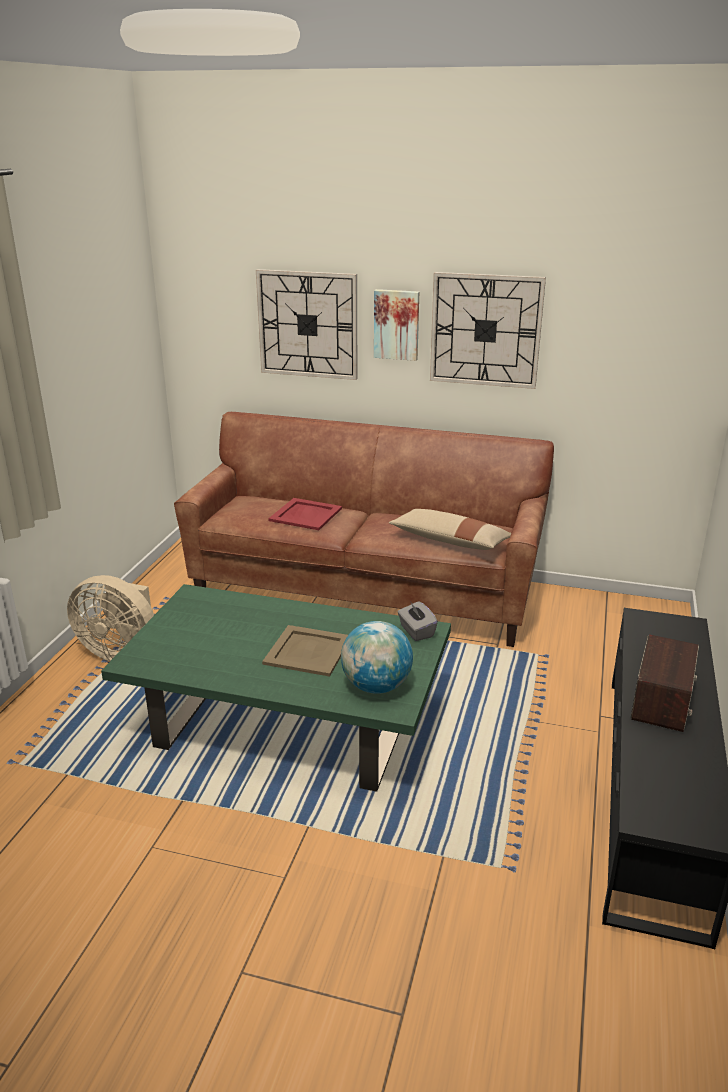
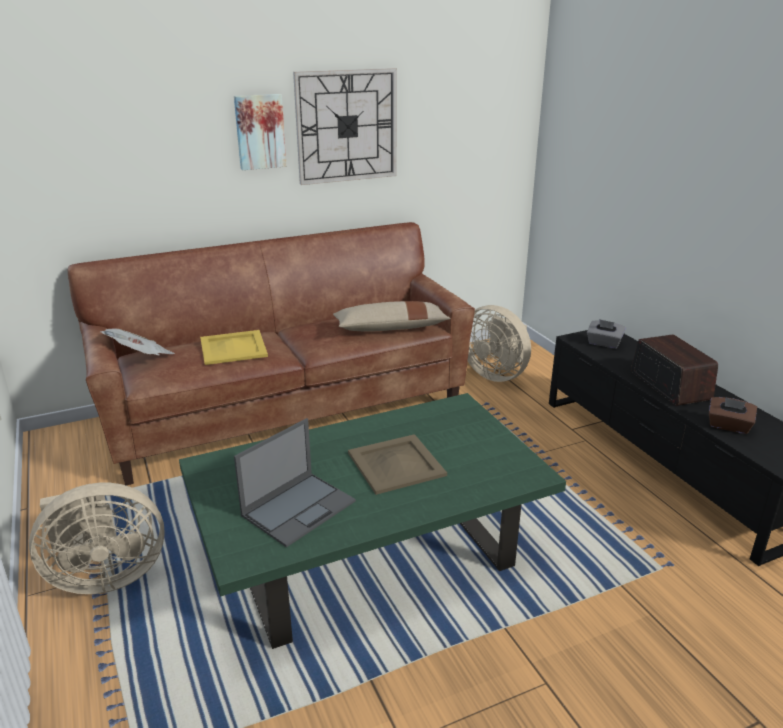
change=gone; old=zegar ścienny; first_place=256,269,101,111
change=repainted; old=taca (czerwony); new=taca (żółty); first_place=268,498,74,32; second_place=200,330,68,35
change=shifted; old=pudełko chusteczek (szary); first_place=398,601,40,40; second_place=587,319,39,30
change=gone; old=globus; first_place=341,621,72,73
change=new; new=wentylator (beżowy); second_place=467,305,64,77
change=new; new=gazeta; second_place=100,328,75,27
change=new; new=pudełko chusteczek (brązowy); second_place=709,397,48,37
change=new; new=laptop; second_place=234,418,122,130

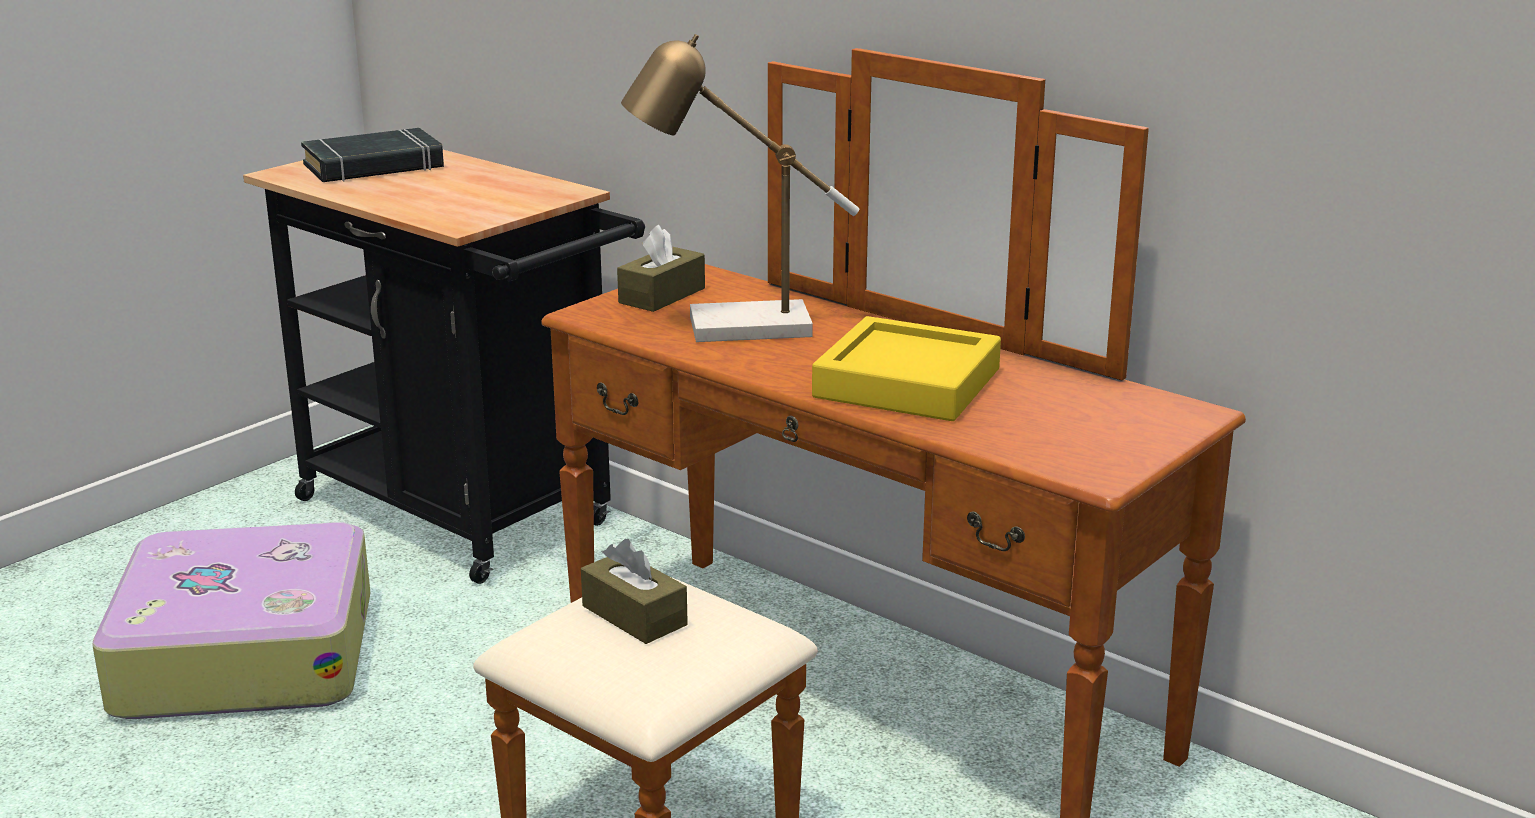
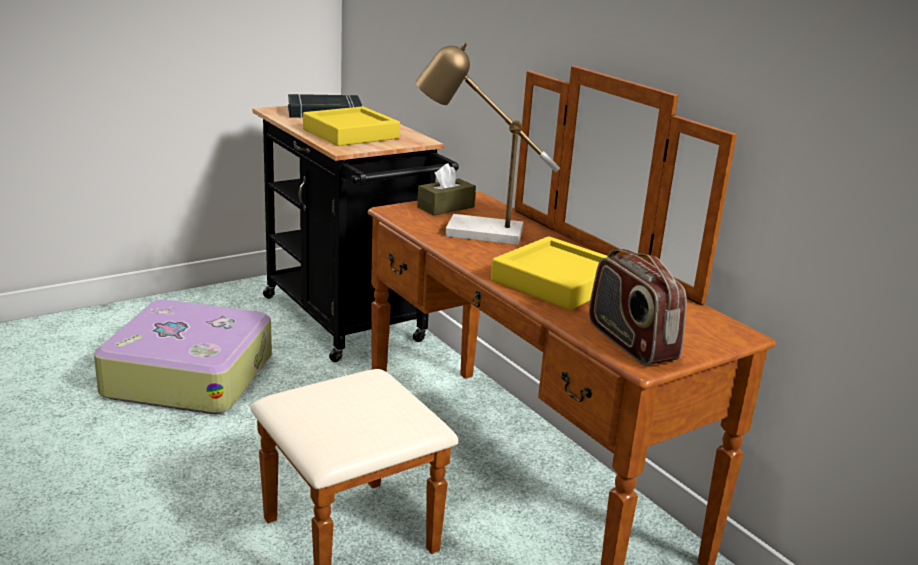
change=gone; old=pudełko chusteczek (brązowy); first_place=581,539,107,105
change=new; new=taca (żółty); second_place=303,106,97,40
change=new; new=radio; second_place=589,249,98,116

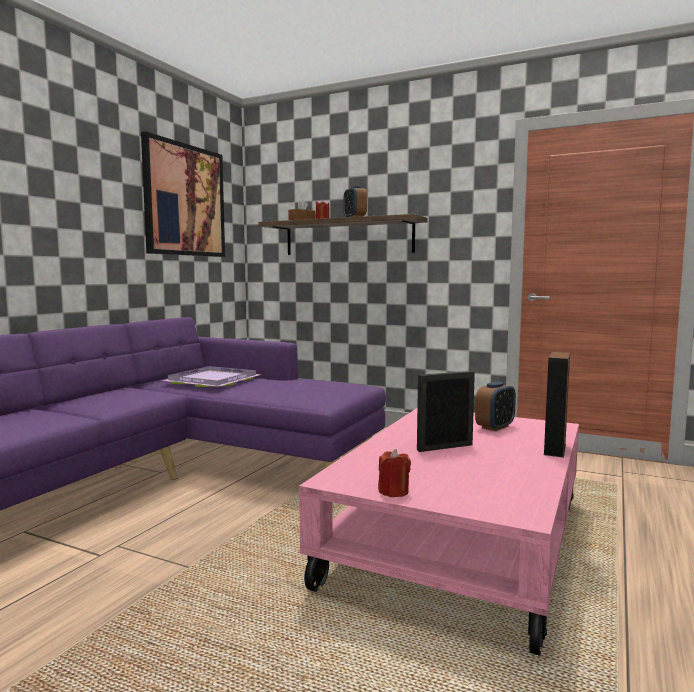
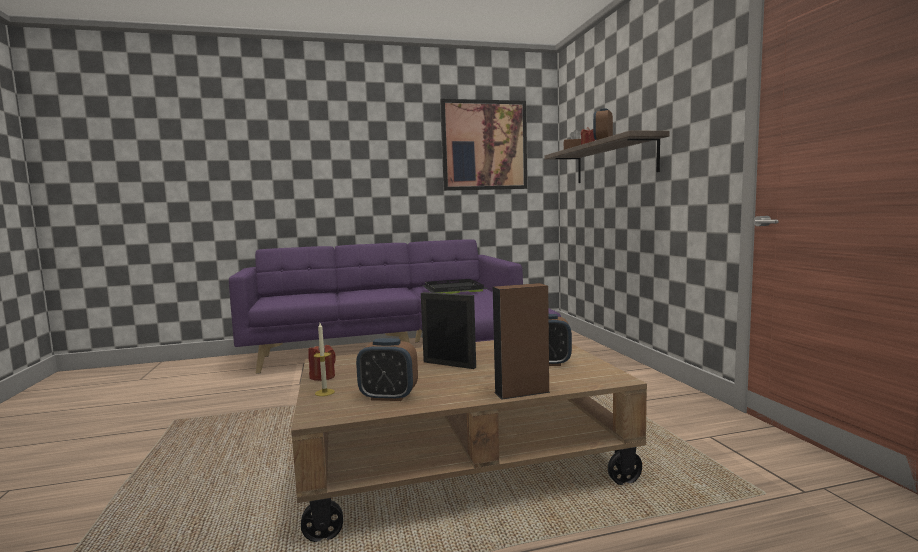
change=repainted; old=taca (fioletowy); new=taca (czarny); first_place=161,366,100,21; second_place=422,279,65,15
change=repainted; old=ława (różowy); new=ława (brązowy); first_place=299,408,280,248; second_place=291,340,356,202
change=new; new=świeca; second_place=314,323,21,73
change=new; new=budzik; second_place=356,338,62,63

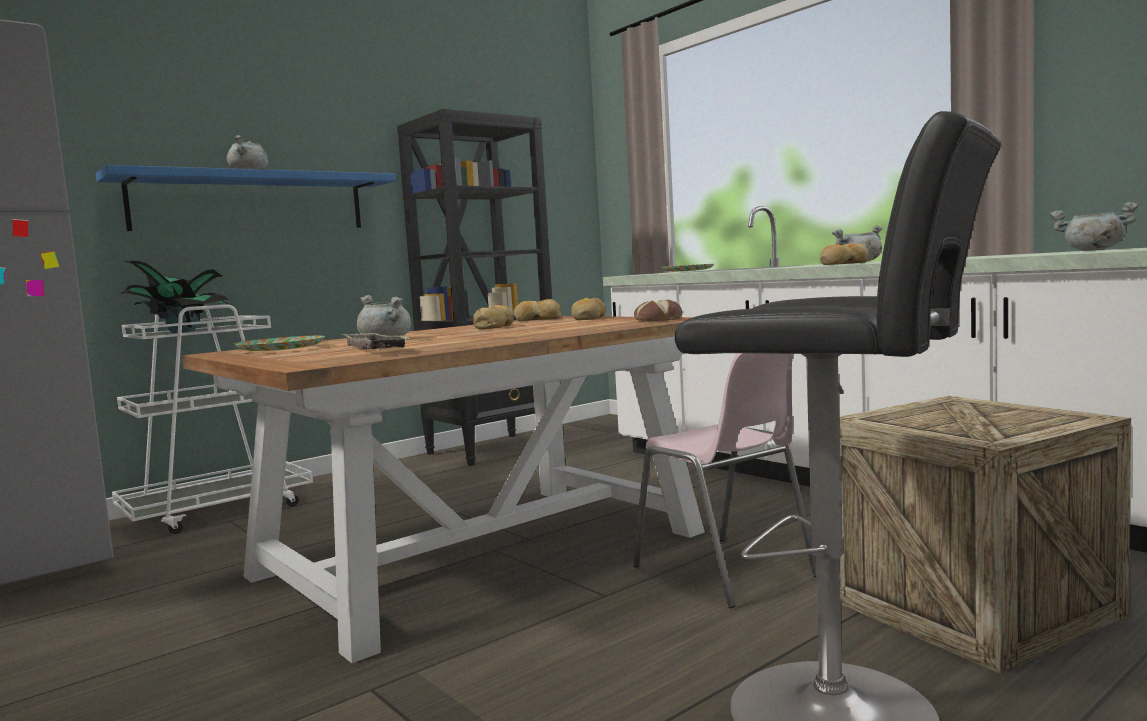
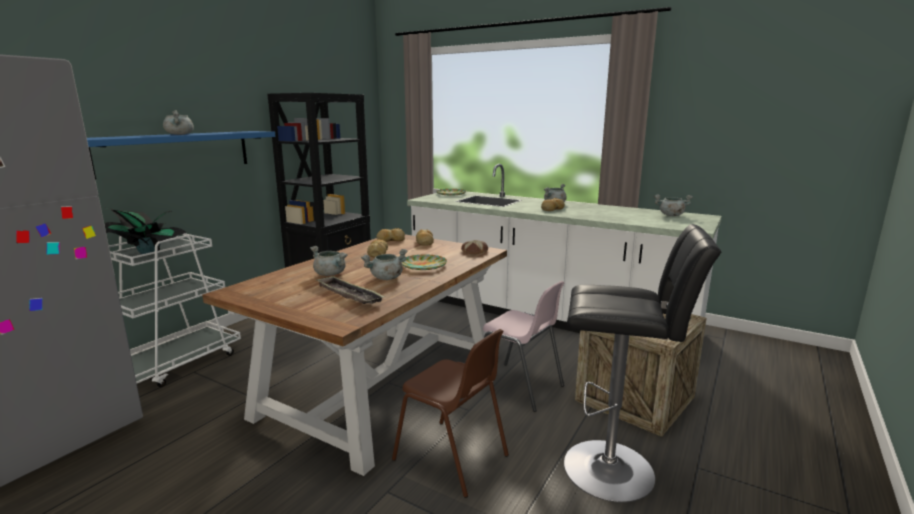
change=shifted; old=talerz; first_place=235,335,90,16; second_place=402,254,45,16
change=new; new=garnek (szary); second_place=361,249,46,31
change=new; new=krzesło (brązowy); second_place=392,329,117,169

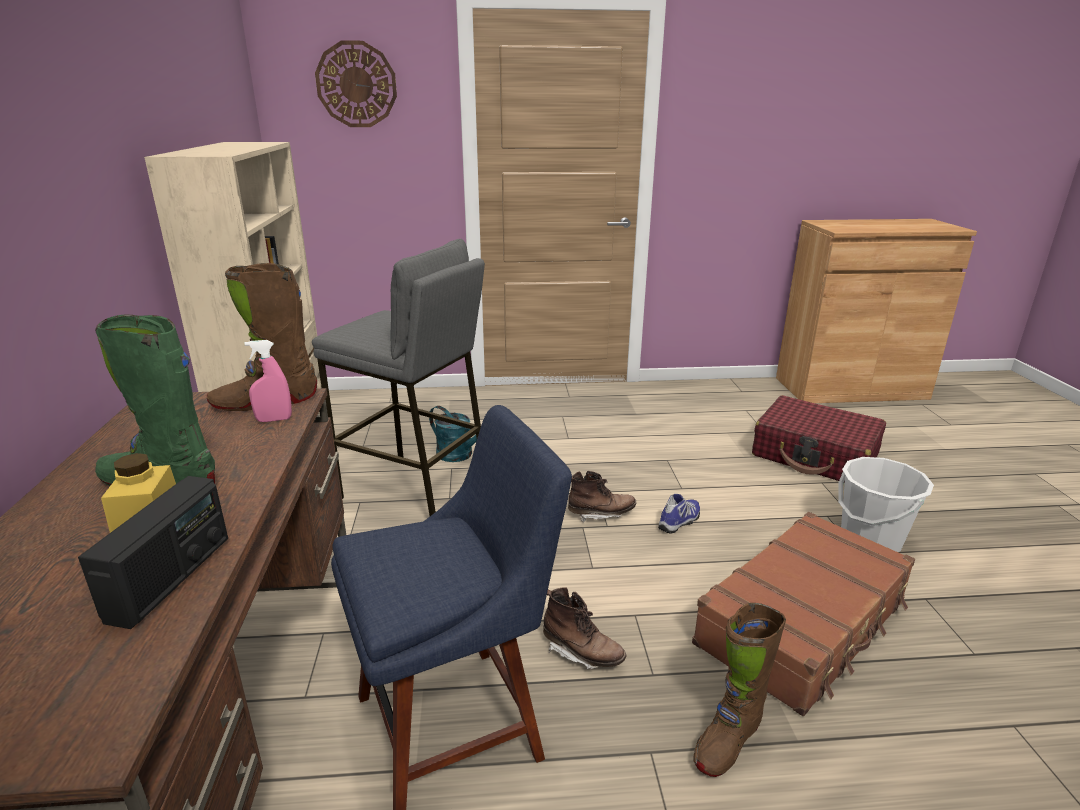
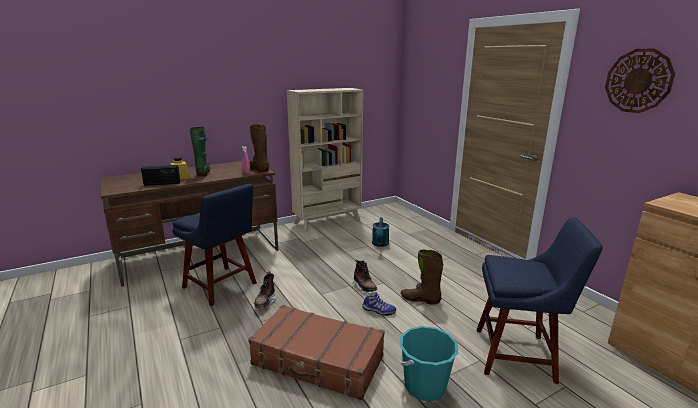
change=shifted; old=zegar ścienny; first_place=315,40,82,87; second_place=605,49,70,64
change=gone; old=stołek (szary); first_place=312,239,173,277
change=swapped; old=walizka (czerwony); new=krzesło (niebieski); first_place=752,395,134,88; second_place=477,217,126,167
change=repainted; old=wiadro (biały); new=wiadro (turkusowy); first_place=838,457,96,95; second_place=399,326,59,76
change=shifted; old=but z cholewką (brązowy); first_place=693,603,93,174; second_place=401,249,42,56

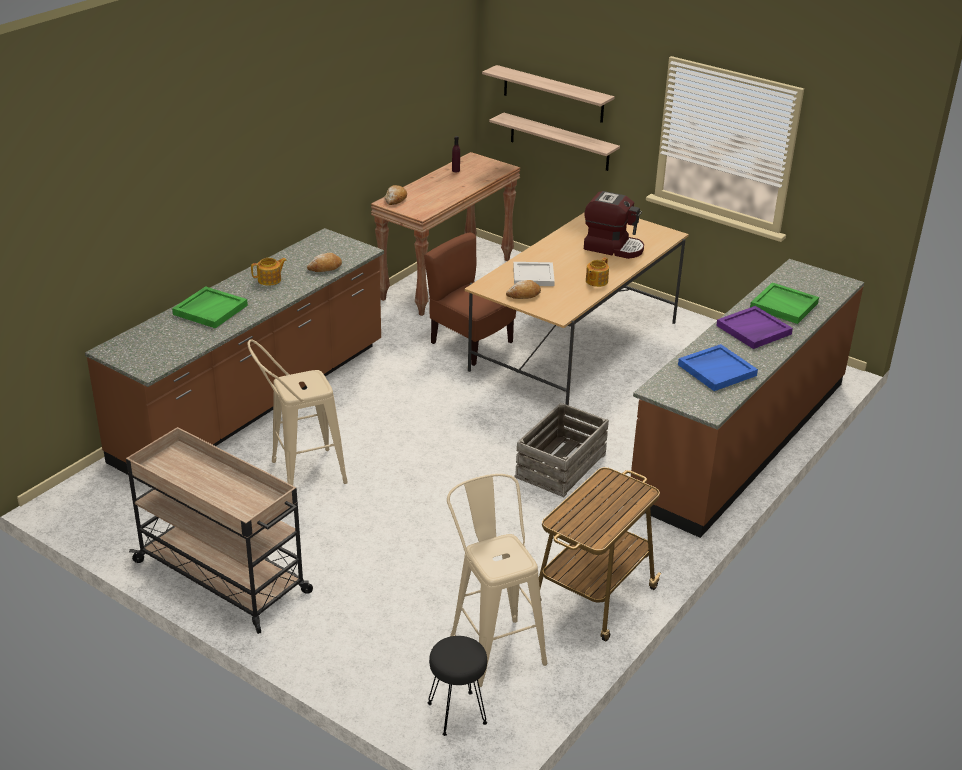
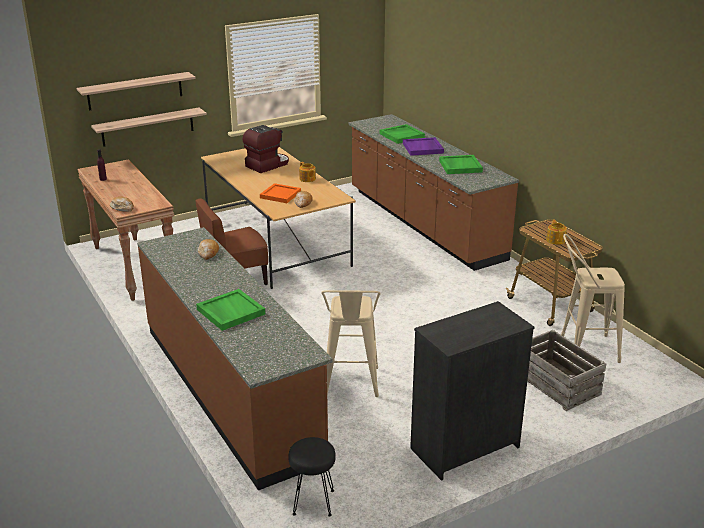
change=shifted; old=imbryk; first_place=251,258,36,28; second_place=546,220,21,25
change=repainted; old=taca (biały); new=taca (pomarańczowy); first_place=513,262,42,24; second_place=260,183,41,20
change=repainted; old=taca (niebieski); new=taca (zielony); first_place=678,344,80,47; second_place=439,155,44,19
change=shifted; old=skrzynka; first_place=514,403,95,94; second_place=527,330,79,81
change=swapped; old=wózek (beżowy); new=komoda (czarny); first_place=126,427,187,207; second_place=410,301,125,180
change=shifted; old=stołek (czarny); first_place=428,636,59,100; second_place=288,437,48,80

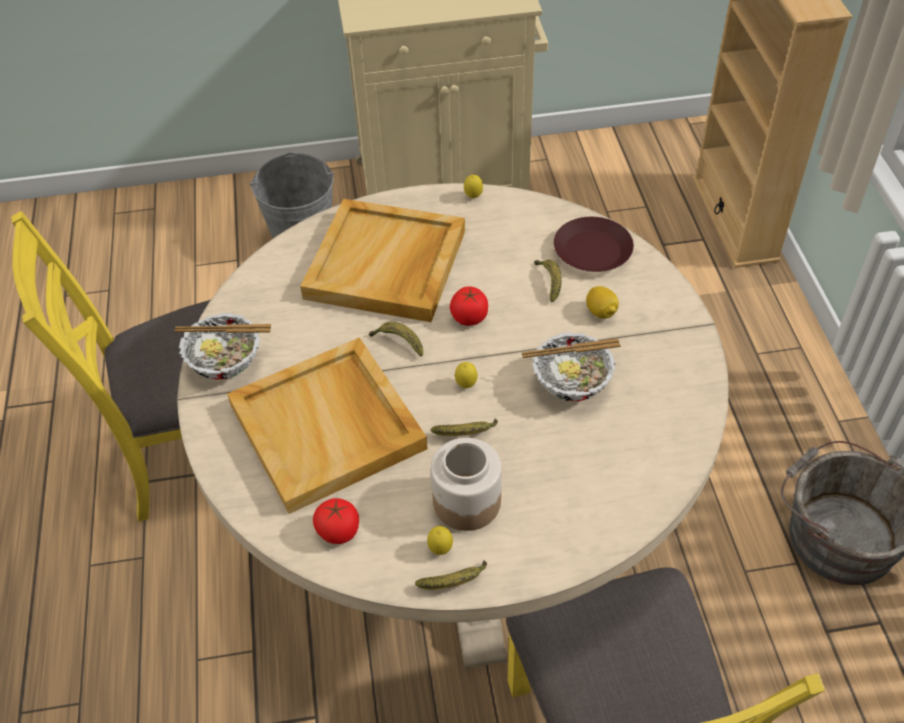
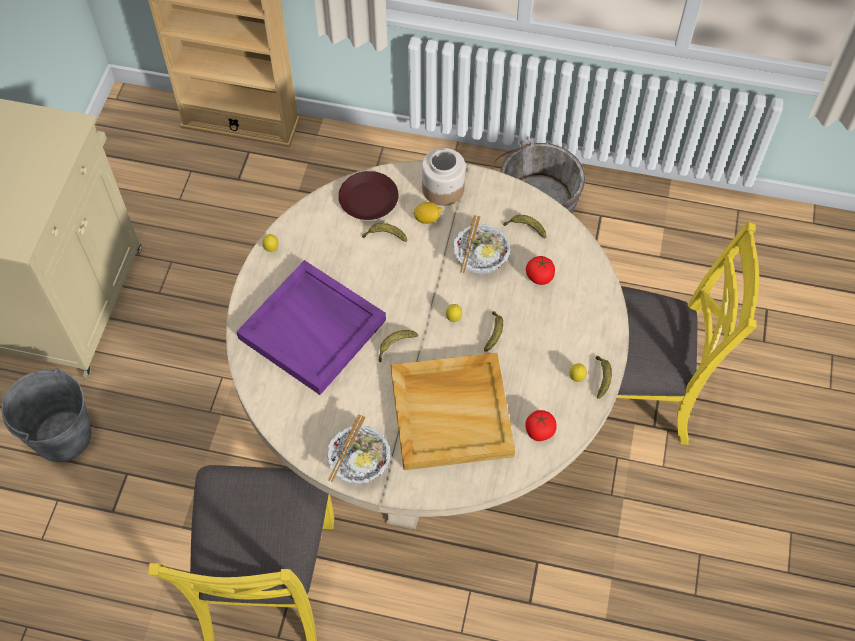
change=repainted; old=taca (beżowy); new=taca (fioletowy); first_place=300,199,165,123; second_place=236,260,150,135
change=shifted; old=pomidor; first_place=450,286,38,40; second_place=526,256,29,29
change=shifted; old=słoik; first_place=431,438,71,93; second_place=422,148,43,58
change=new; new=banan; second_place=503,215,44,24

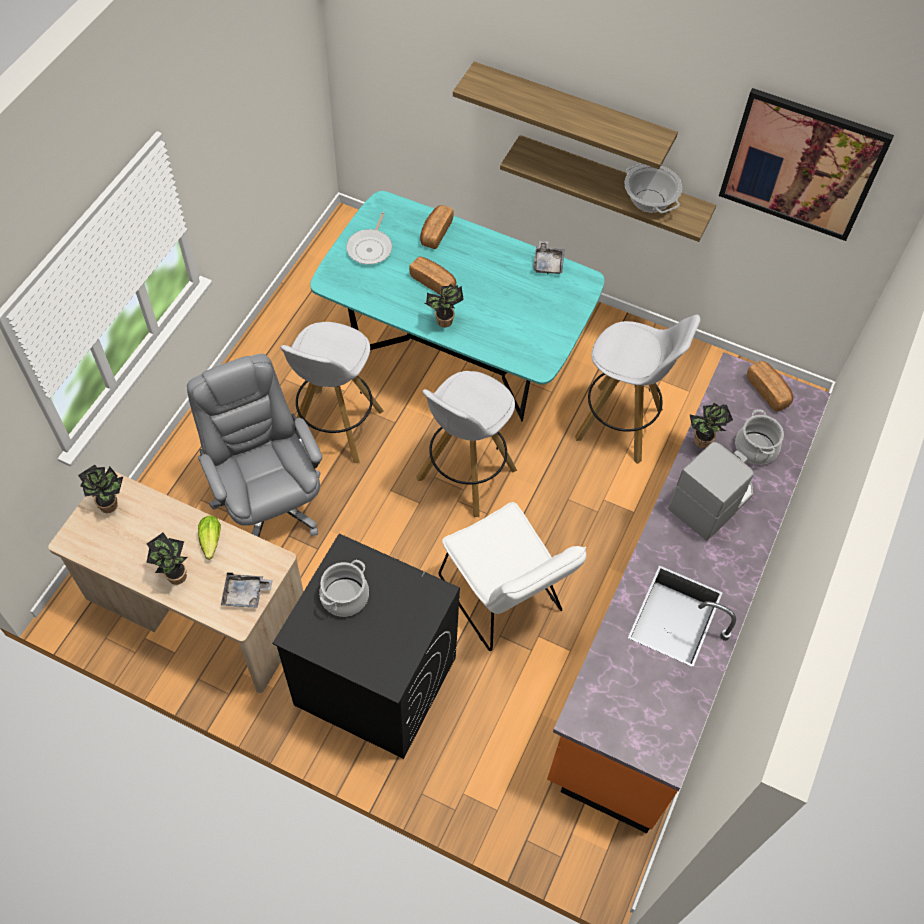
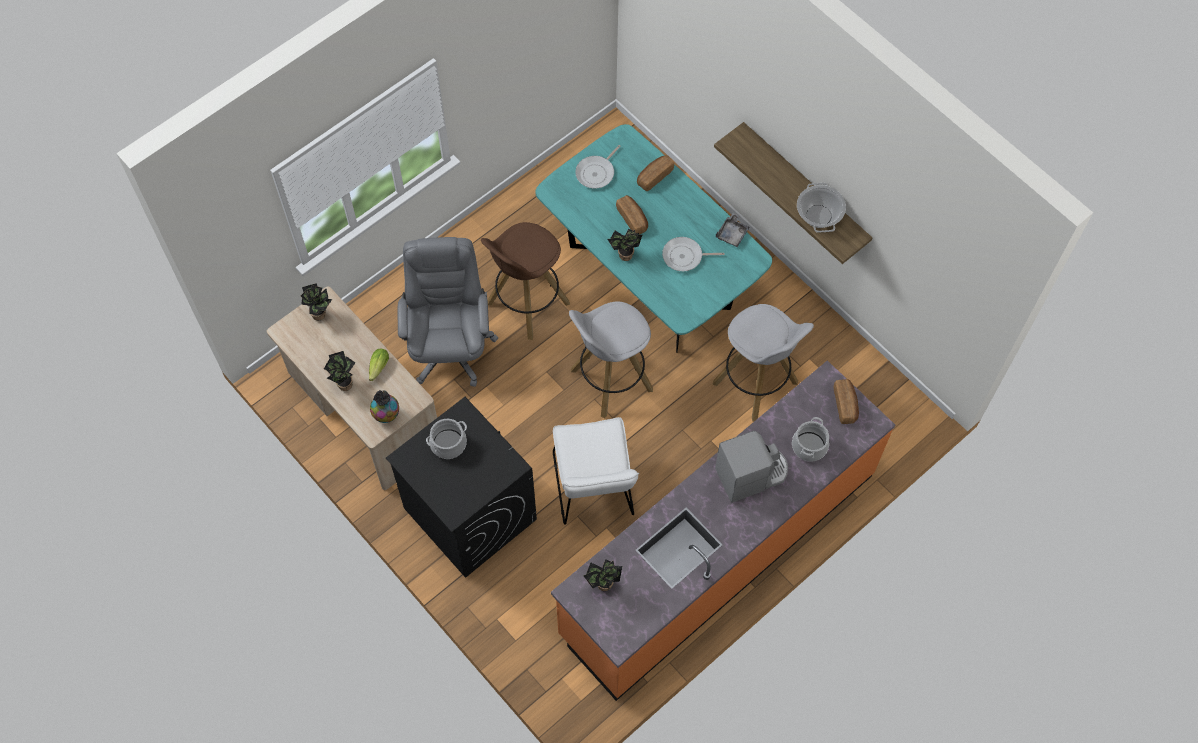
change=gone; old=półka; first_place=453,61,225,108
change=gone; old=obraz; first_place=719,88,175,153
change=repainted; old=stołek (biały); new=stołek (brązowy); first_place=280,322,104,141; second_place=481,222,89,118
change=shifted; old=roślina doniczkowa; first_place=690,403,43,45; second_place=583,559,39,32
change=swapped; old=taca (szary); new=wazon; first_place=221,572,52,36; second_place=370,390,29,33
change=new; new=patelnia; second_place=662,237,63,34

